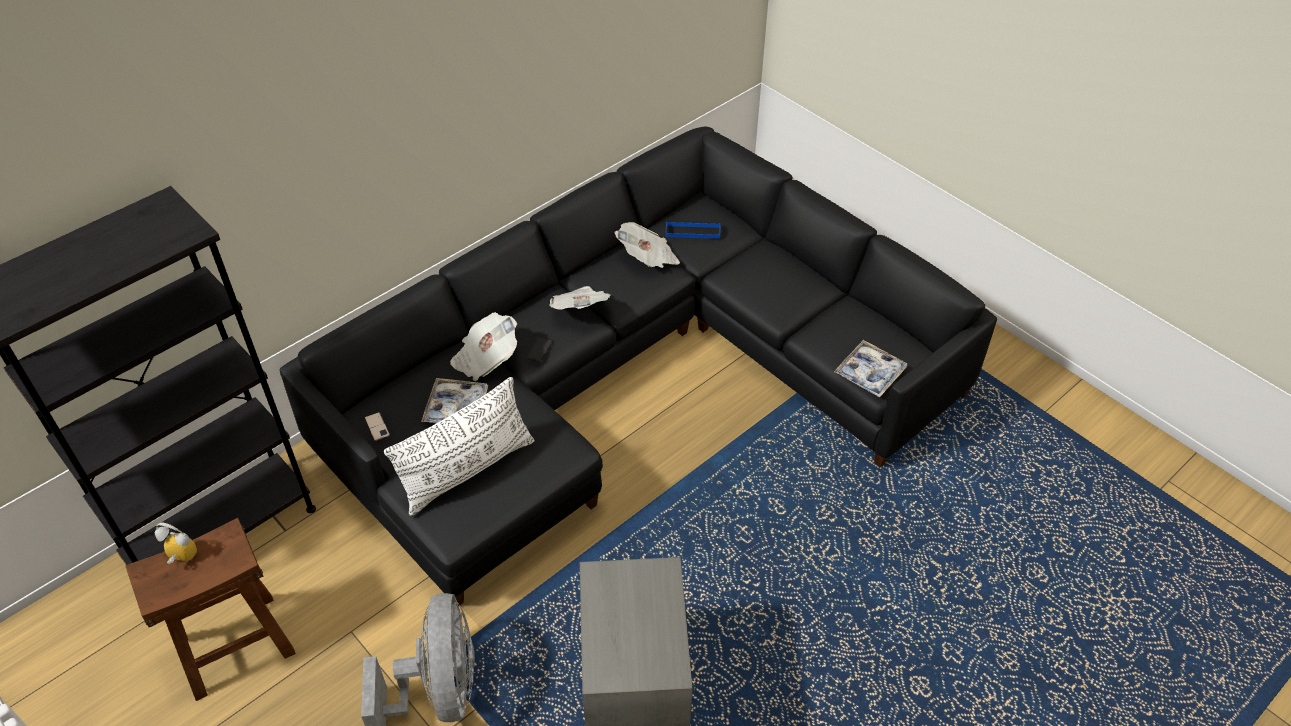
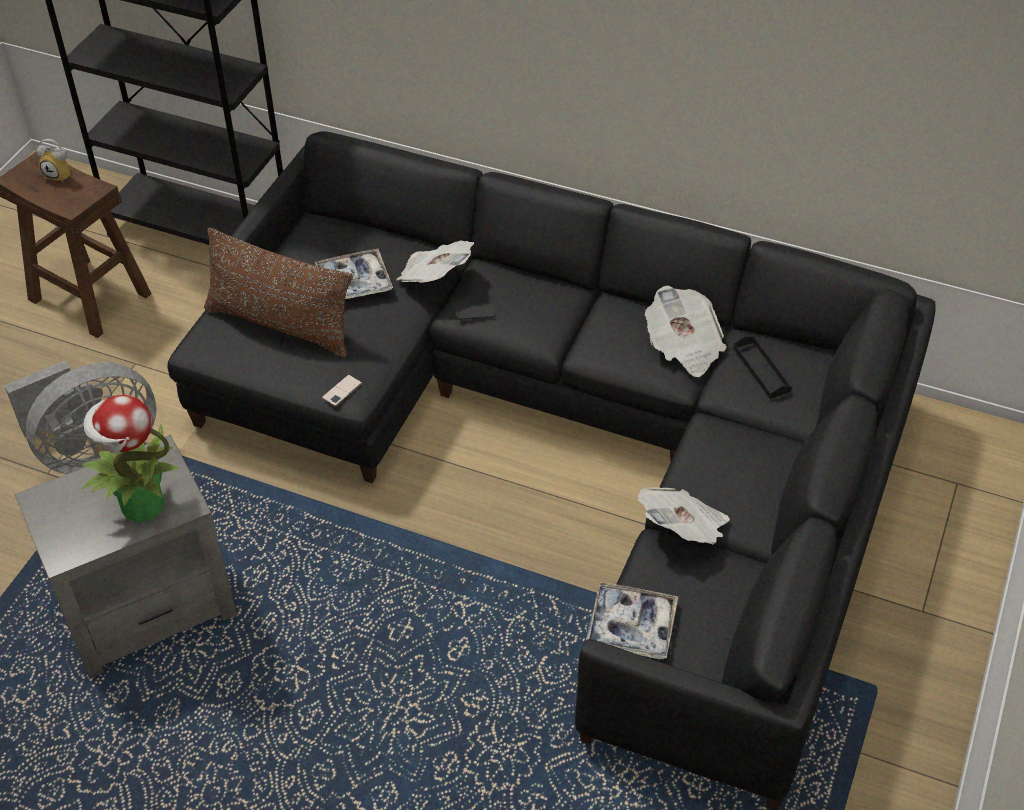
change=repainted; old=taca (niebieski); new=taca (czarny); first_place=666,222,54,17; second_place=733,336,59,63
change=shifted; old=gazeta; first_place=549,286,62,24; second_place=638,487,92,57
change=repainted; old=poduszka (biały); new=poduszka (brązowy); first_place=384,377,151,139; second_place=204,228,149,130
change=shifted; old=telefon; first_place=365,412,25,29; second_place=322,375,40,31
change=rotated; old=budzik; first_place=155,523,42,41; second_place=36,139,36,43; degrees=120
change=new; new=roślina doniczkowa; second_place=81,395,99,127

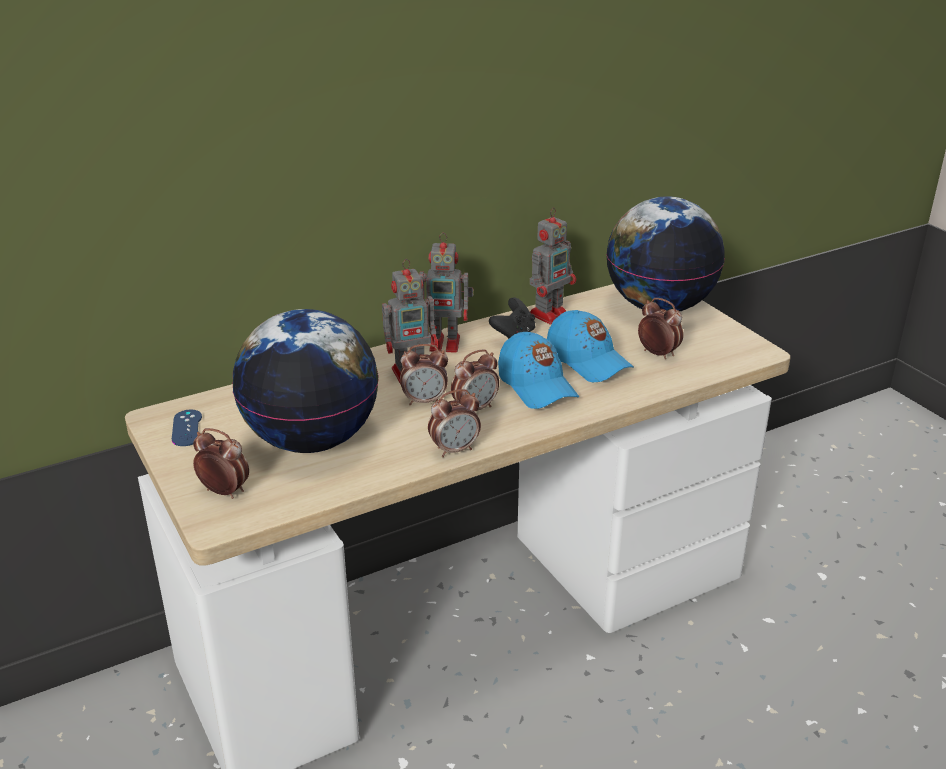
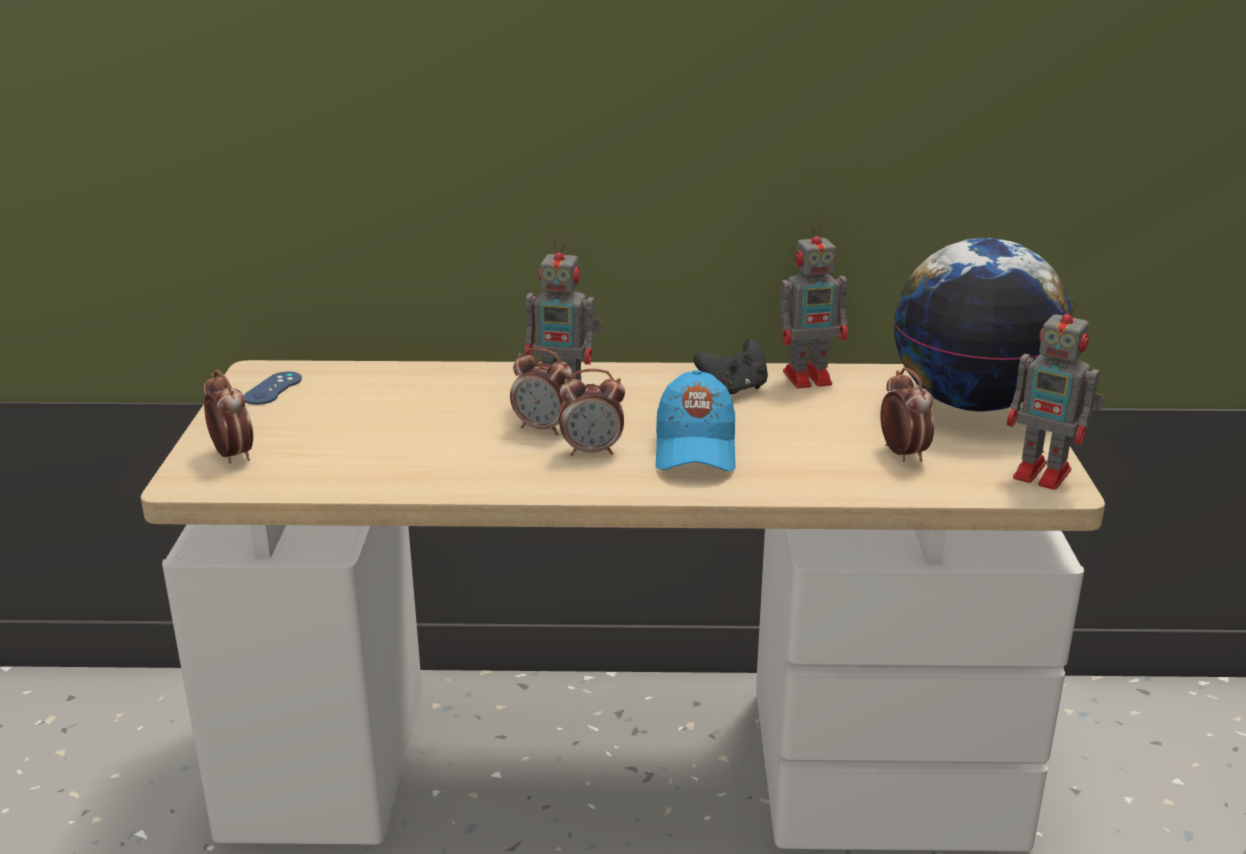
change=shifted; old=robot zabawkowy; first_place=419,232,54,121; second_place=1007,298,97,192
change=gone; old=globus; first_place=232,309,147,144
change=gone; old=czapka z daszkiem (niebieski); first_place=547,310,87,72
change=gone; old=budzik; first_place=428,389,53,68

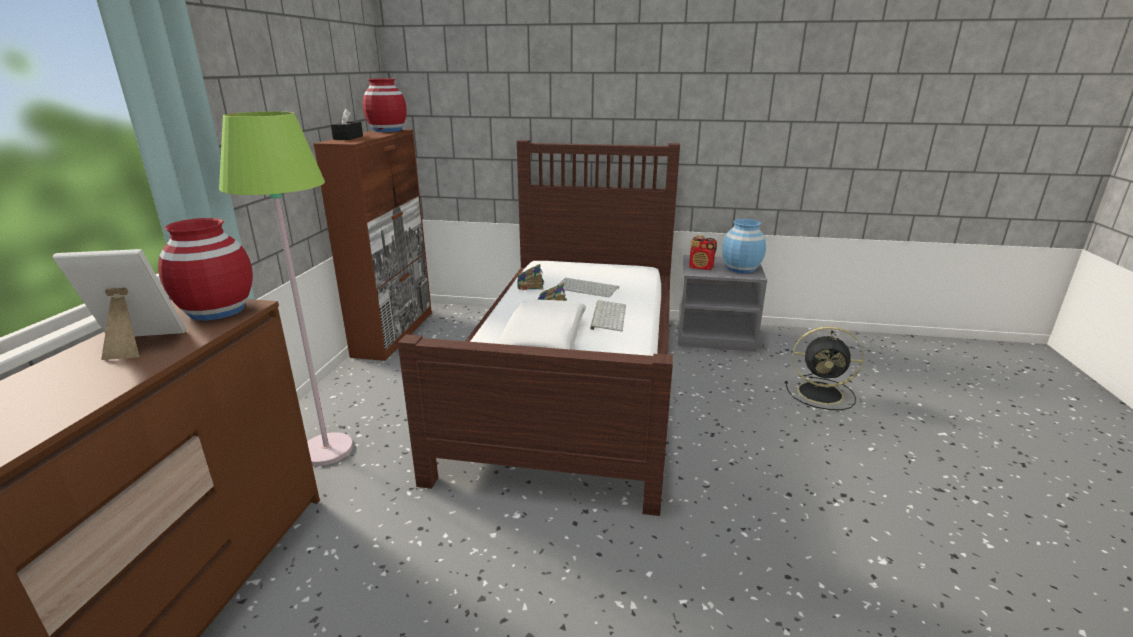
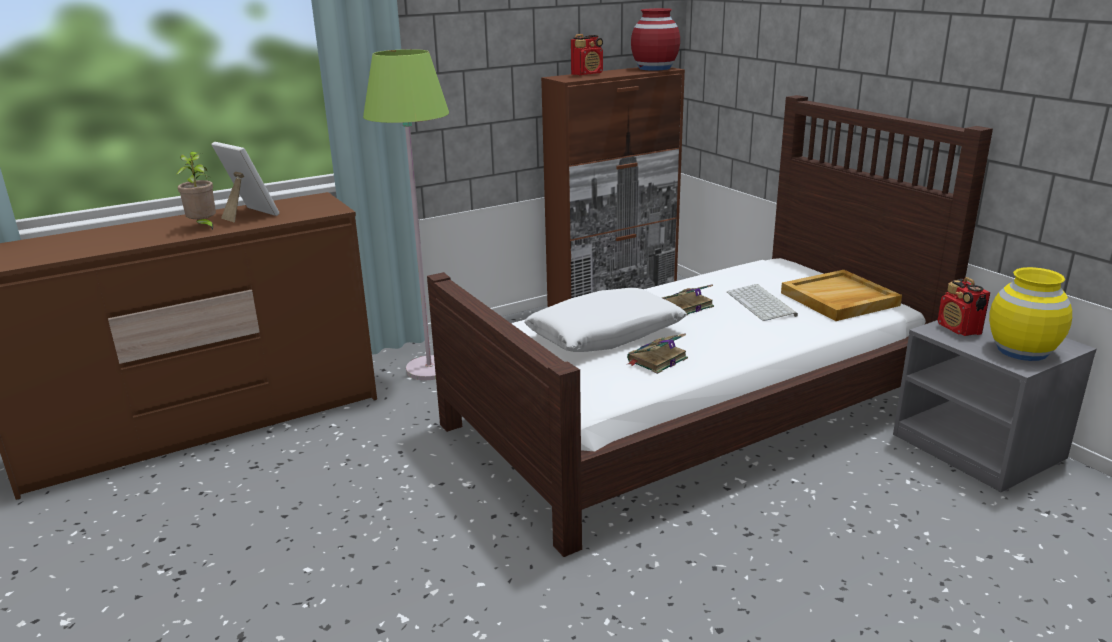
change=swapped; old=pudełko chusteczek (czarny); new=radio; first_place=331,108,32,32; second_place=571,34,32,42
change=gone; old=wazon (czerwony); first_place=158,218,95,102
change=repainted; old=wazon (niebieski); new=wazon (żółty); first_place=722,219,44,54; second_place=989,267,83,94
change=shifted; old=książka; first_place=517,264,27,26; second_place=627,333,61,41
change=gone; old=klawiatura; first_place=590,300,36,32
change=gone; old=wentylator (czarny); first_place=785,326,79,84
change=new; new=roślina doniczkowa; second_place=176,152,40,78
change=new; new=taca (beżowy); second_place=781,270,121,51

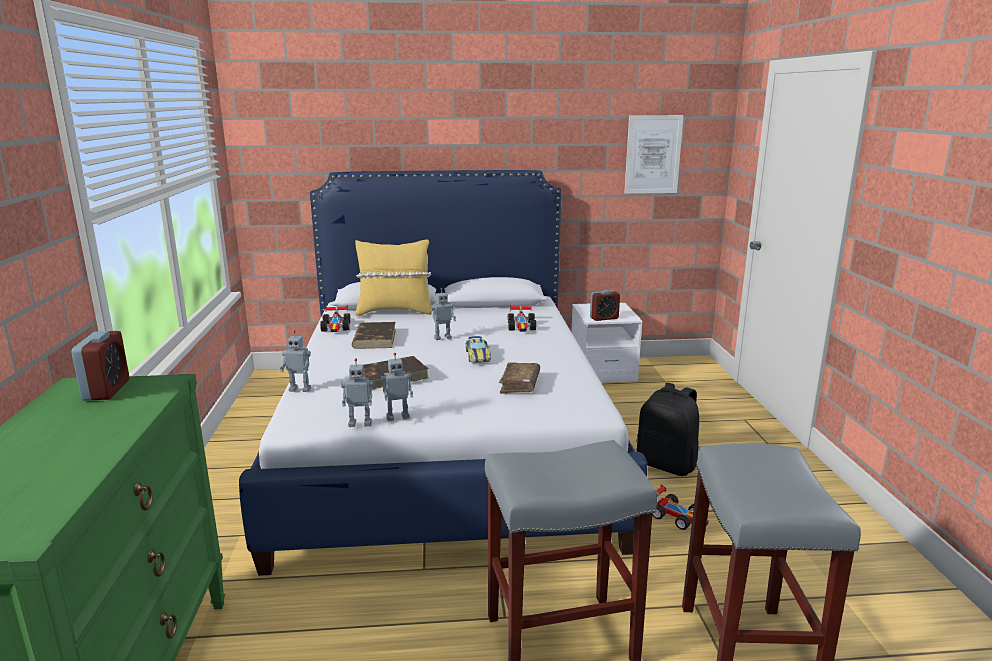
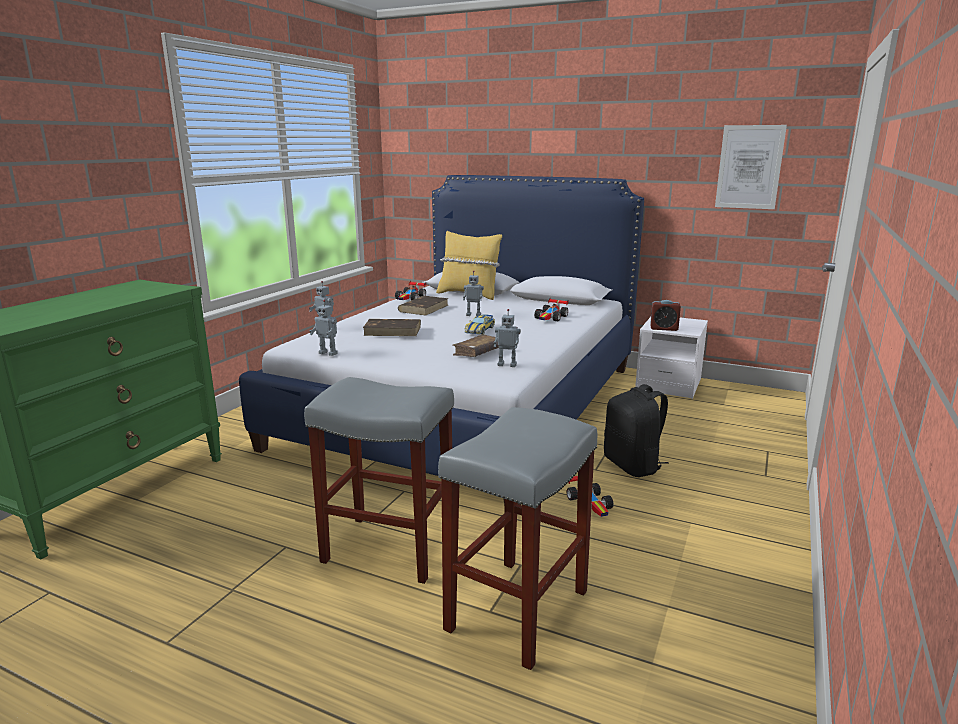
change=gone; old=budzik; first_place=72,331,57,70
change=shifted; old=robot zabawkowy; first_place=380,353,33,68; second_place=494,309,27,58

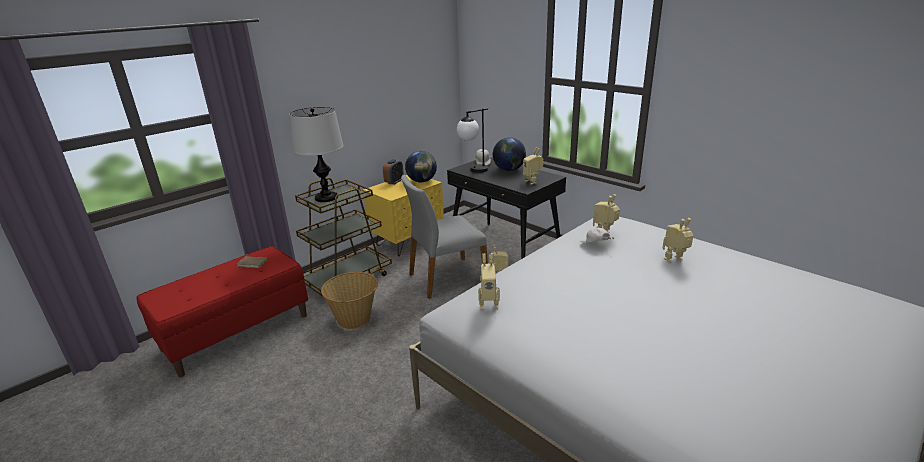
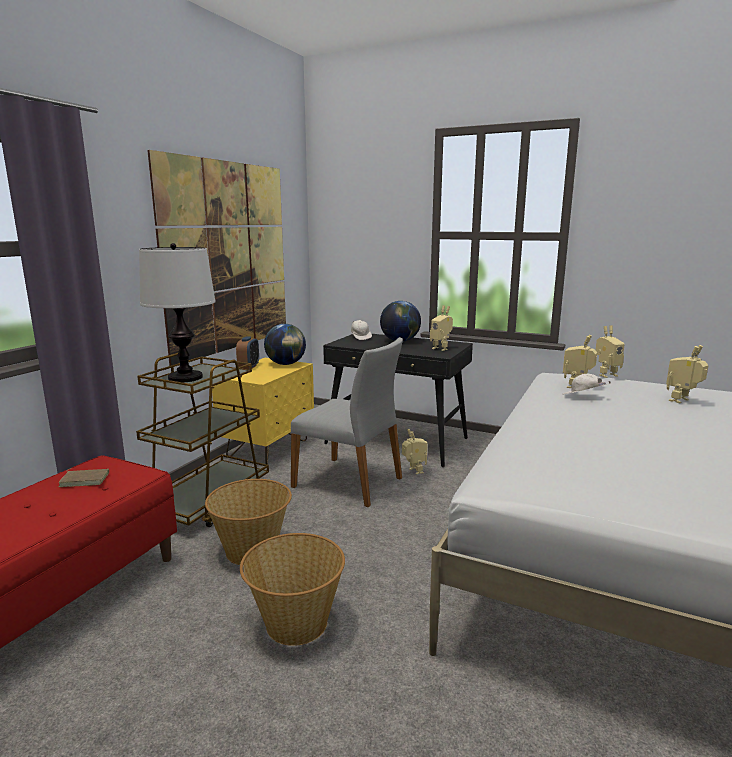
change=gone; old=lampa stołowa; first_place=457,108,31,65
change=rotated; old=krzesło (szary); first_place=401,175,87,124; second_place=291,337,112,171; degrees=-105
change=shifted; old=robot zabawkowy; first_place=478,253,22,57; second_place=596,326,29,52
change=new; new=obraz; second_place=147,150,139,216
change=new; new=koszyk; second_place=240,533,105,113

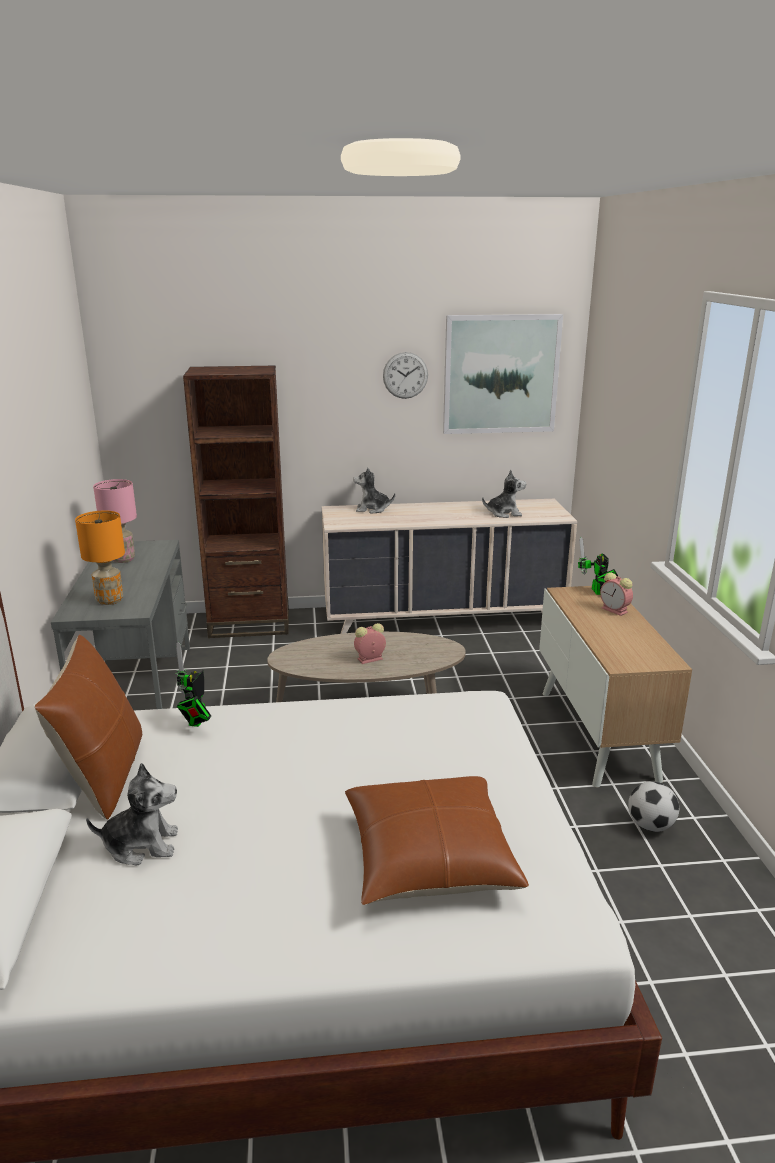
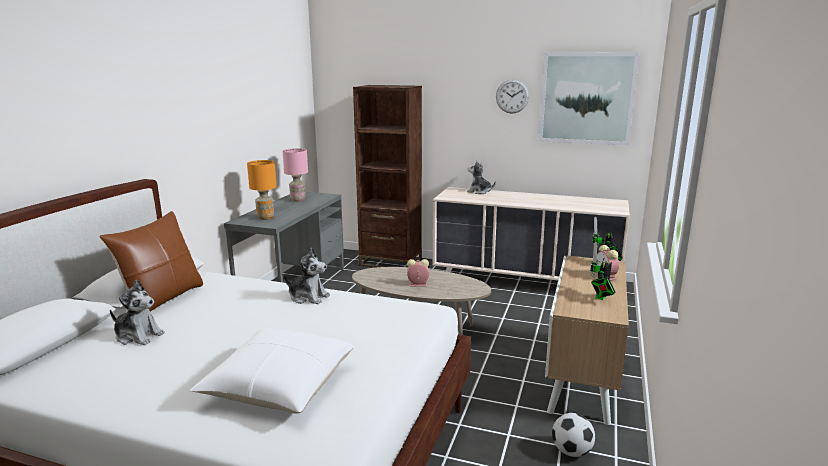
change=shifted; old=pluszak; first_place=482,470,44,48; second_place=283,248,47,56
change=shifted; old=robot zabawkowy; first_place=176,642,35,85; second_place=590,242,25,58
change=repainted; old=poduszka (brązowy); new=poduszka (biały); first_place=345,776,184,129; second_place=189,328,165,86

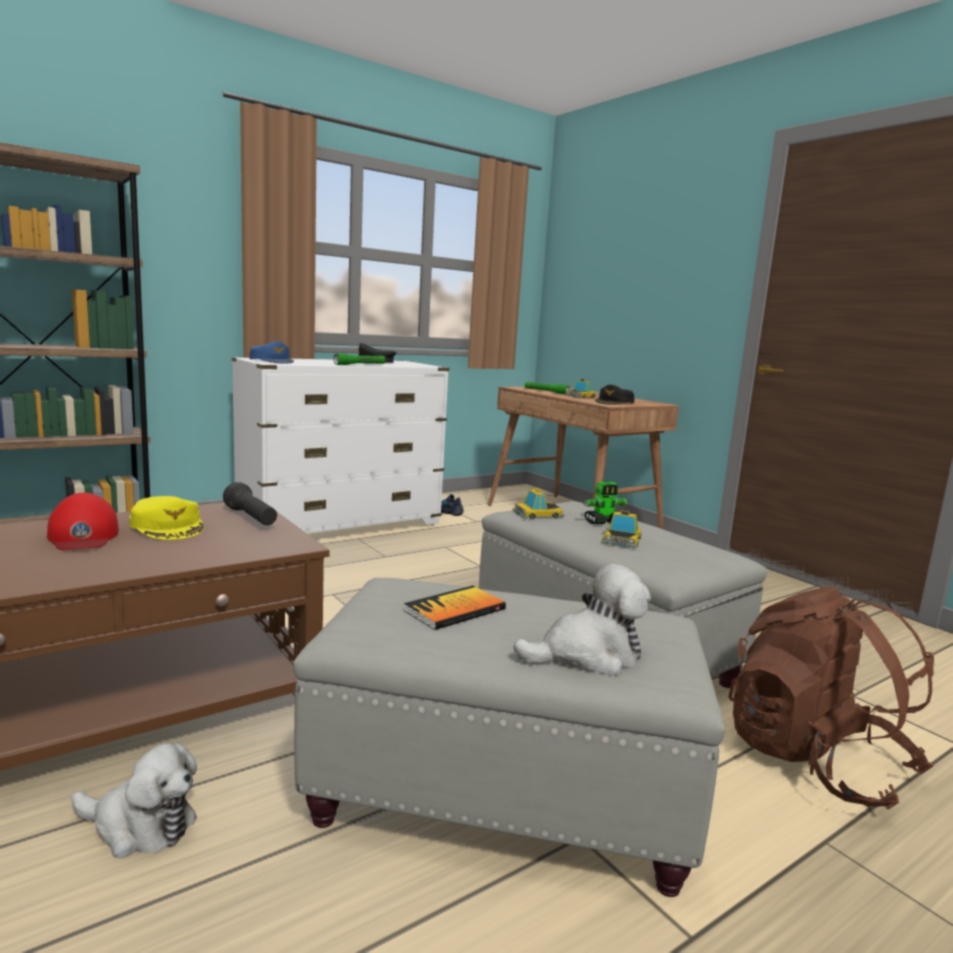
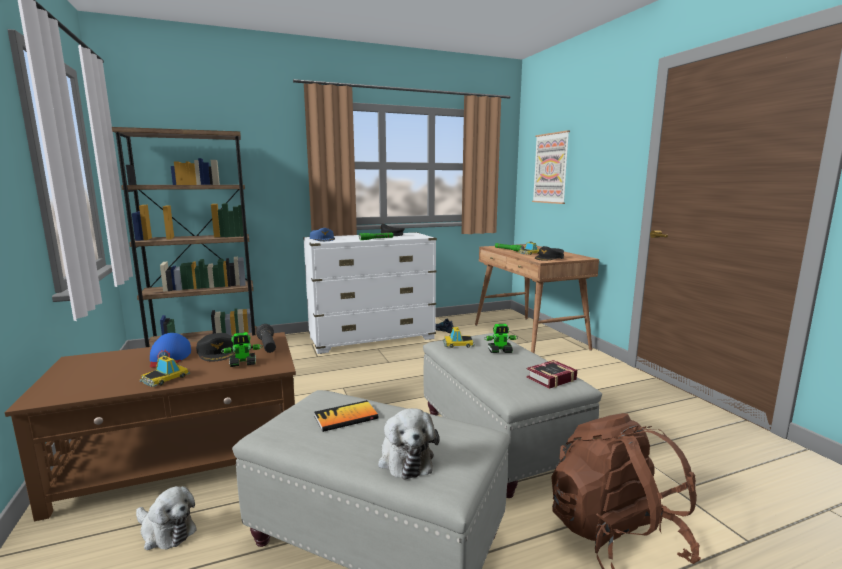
change=repainted; old=czapka z daszkiem (czerwony); new=czapka z daszkiem (niebieski); first_place=47,493,72,57; second_place=150,333,41,34
change=repainted; old=czapka z daszkiem (żółty); new=czapka z daszkiem (czarny); first_place=130,496,74,44; second_place=196,333,39,29
change=shifted; old=samochodzik; first_place=602,510,39,38; second_place=140,356,50,31
change=rotated; old=pluszak; first_place=513,564,138,112; second_place=378,408,61,72; degrees=75
change=new; new=obraz; second_place=532,130,38,74
change=new; new=robot zabawkowy; second_place=221,332,42,35
change=new; new=książka; second_place=526,360,51,29

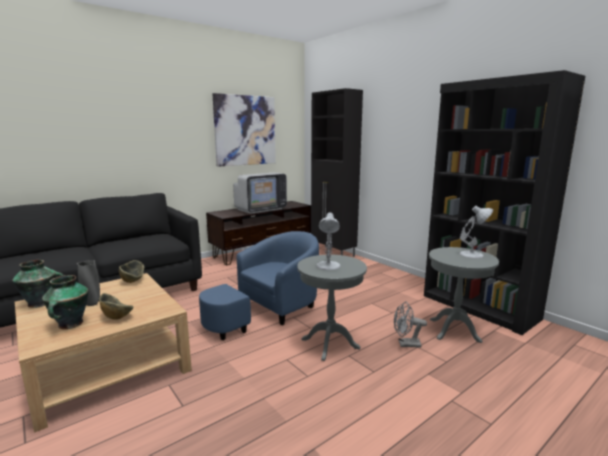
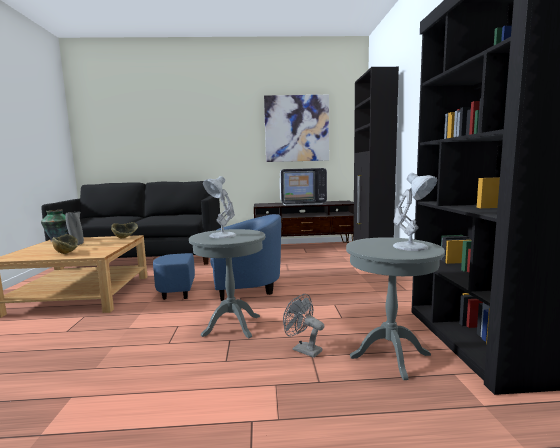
change=gone; old=wazon; first_place=42,275,46,54

